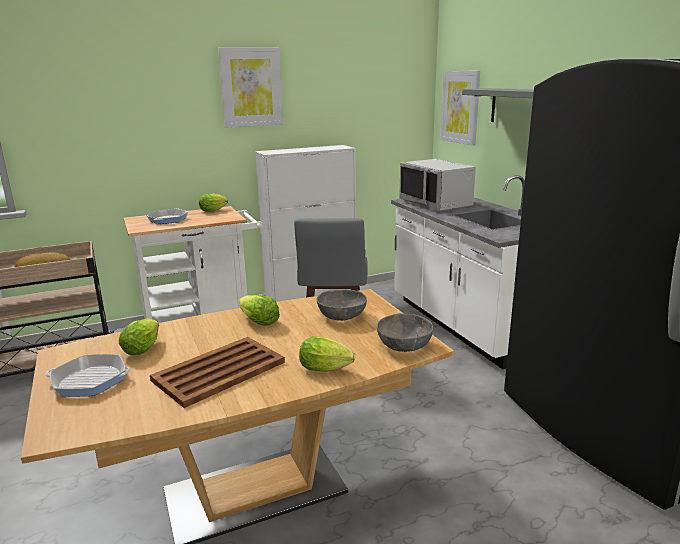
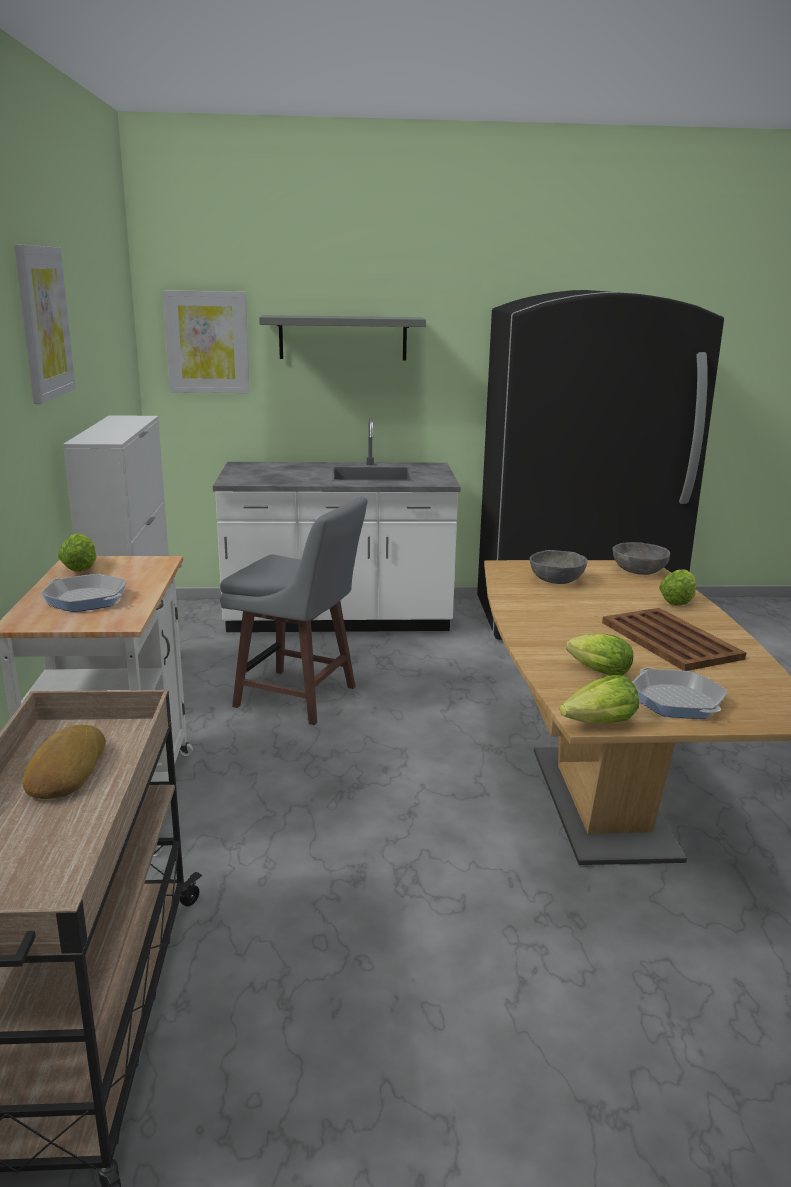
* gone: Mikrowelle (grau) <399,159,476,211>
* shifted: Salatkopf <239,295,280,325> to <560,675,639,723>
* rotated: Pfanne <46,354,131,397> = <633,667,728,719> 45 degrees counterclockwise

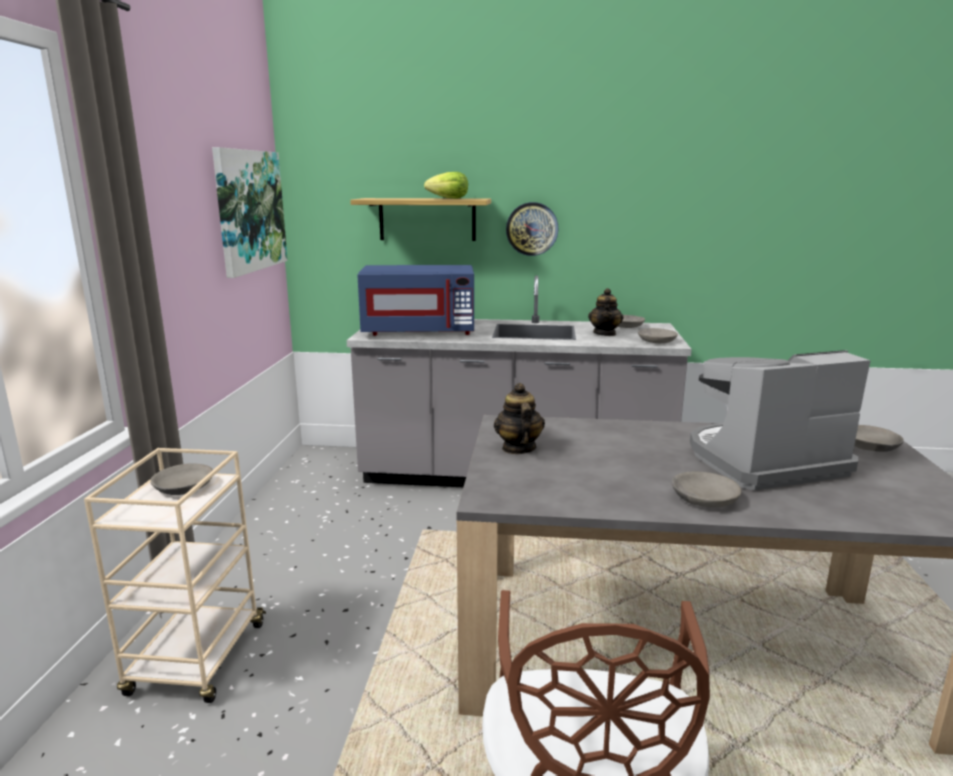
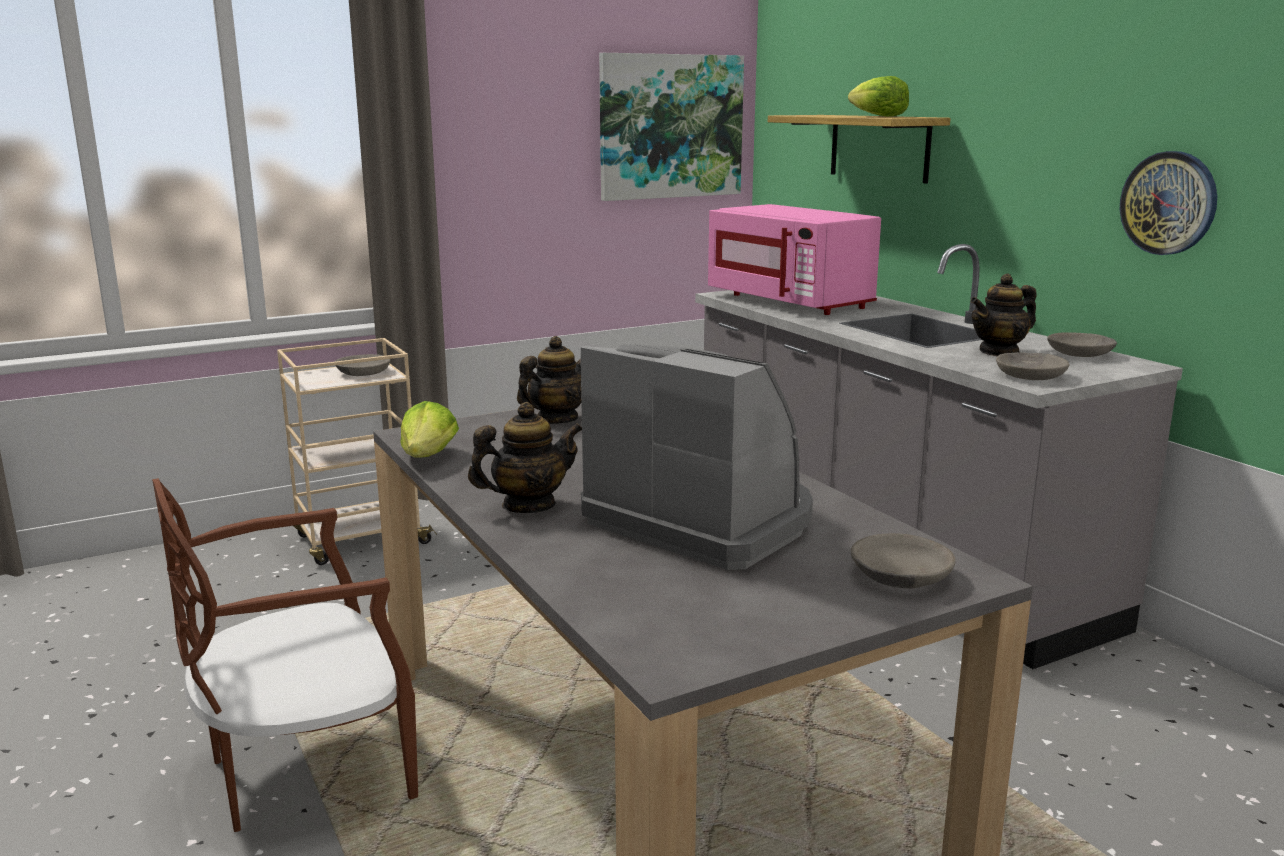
* shifted: Wanduhr <506,202,559,256> to <1120,151,1217,255>
* repainted: Mikrowelle (blau) <357,265,474,336> to Mikrowelle (rosa) <708,204,881,315>
* swapped: Schüssel (grau) <672,471,742,508> to Teekanne <468,402,582,513>
* new: Salatkopf <400,401,459,458>

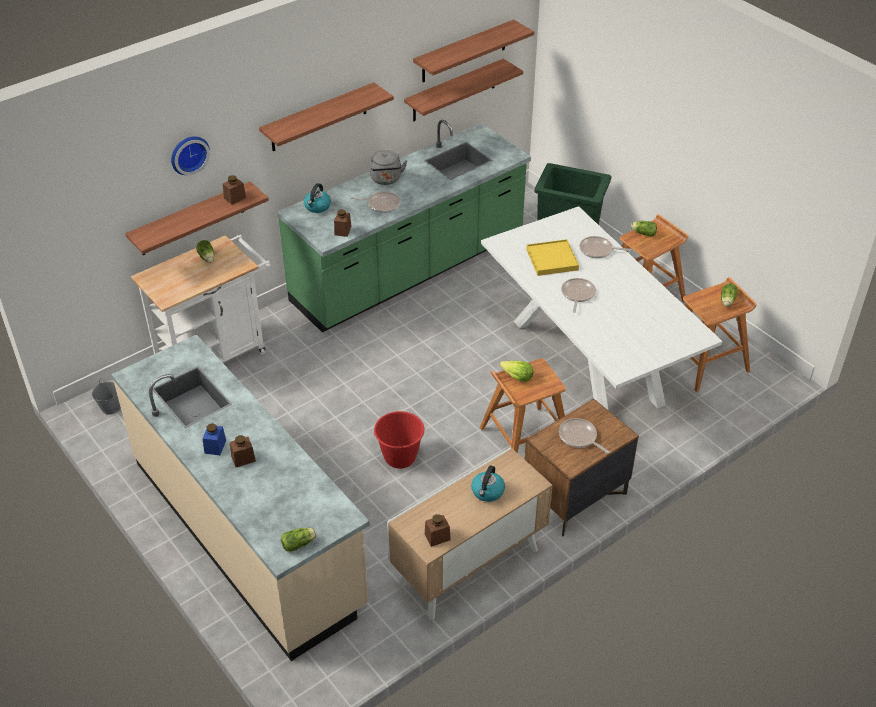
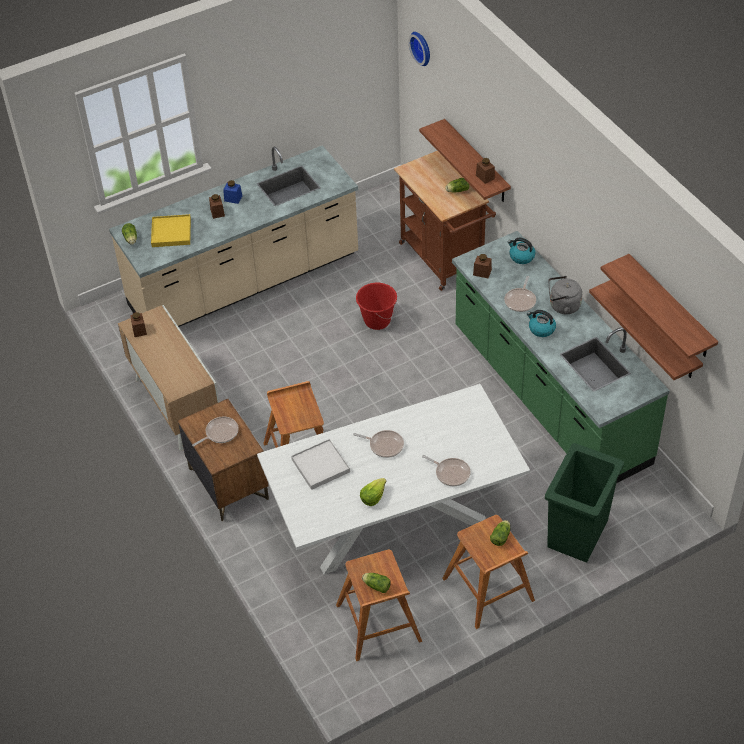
* gone: Wandregal <259,82,394,151>
* shifted: Wanduhr <171,136,210,175> to <409,32,430,66>
* repainted: Rollwagen (weiß) <131,235,271,363> to Rollwagen (braun) <394,151,496,291>
* rotated: Pfanne <580,236,631,258> = <422,455,471,486> 105 degrees clockwise
* shifted: Tablett (gelb) <526,239,579,276> to <151,214,191,247>
* shifted: Salatkopf <499,361,533,382> to <360,478,386,506>
* gone: Eimer (grau) <92,378,121,414>
* shifted: Eimer (rot) <373,411,425,469> to <356,283,397,330>
* shifted: Wasserkessel <471,465,505,502> to <527,310,556,337>
* new: Tablett (weiß) <291,439,350,490>

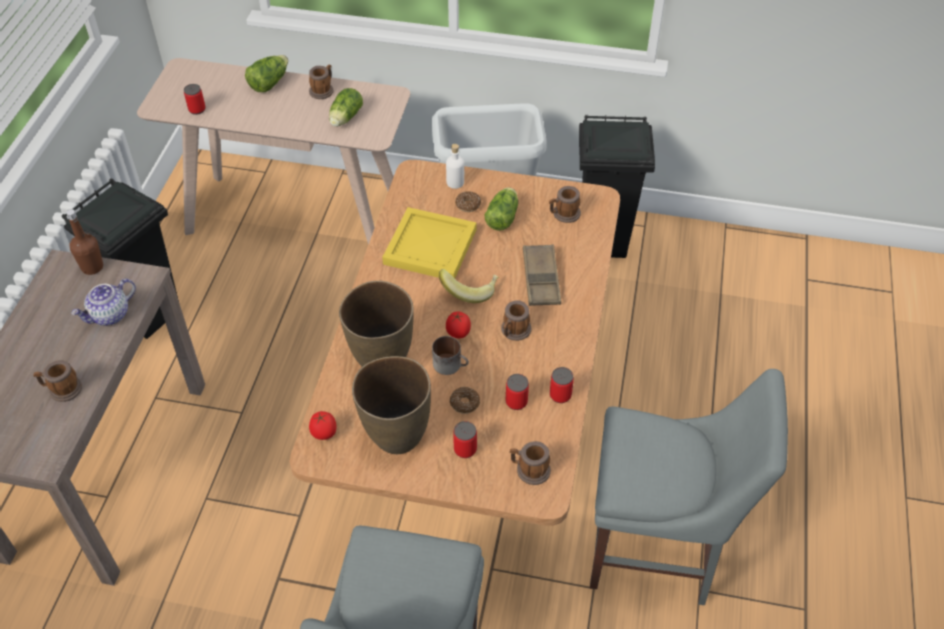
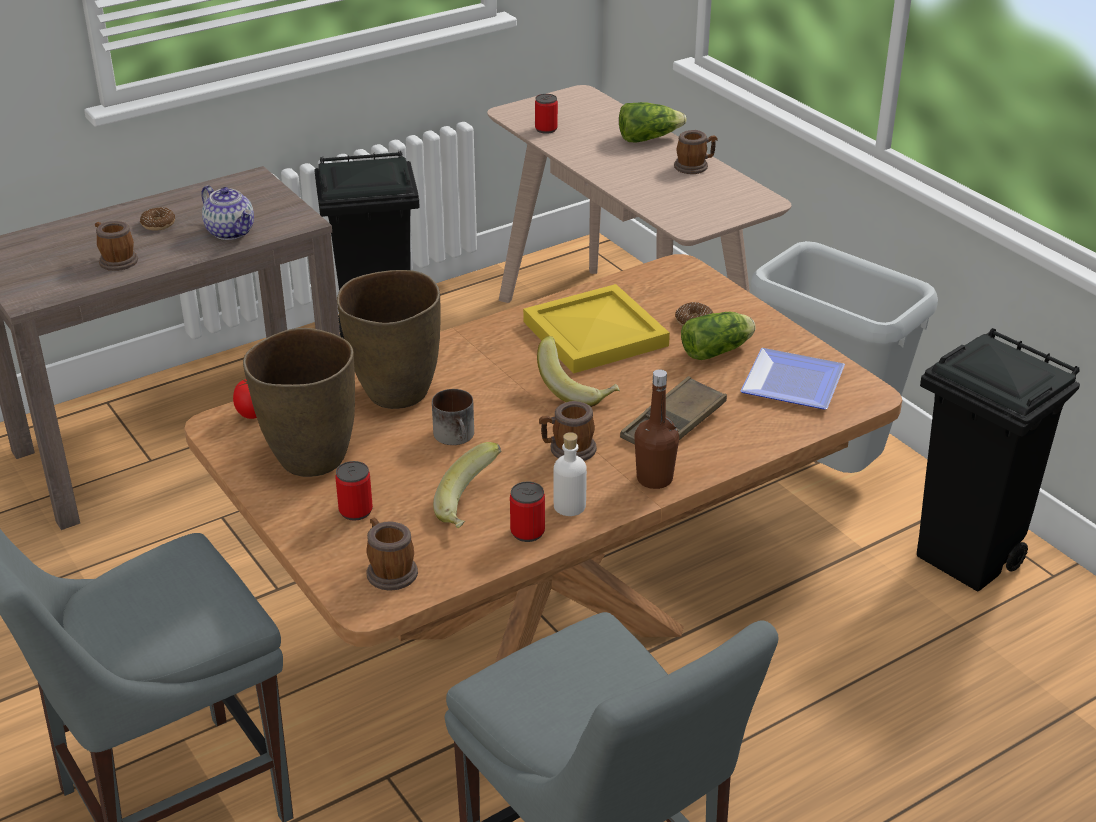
* gone: Salatkopf <329,88,363,126>
* shifted: Flasche (weiß) <446,144,464,189> to <553,432,587,516>
* swapped: Henkelbecher <549,186,581,223> to Teller <741,348,845,410>
* shifted: Flasche (braun) <66,209,103,275> to <634,369,679,489>
* rotated: Teekanne <71,279,136,325> = <201,185,254,240> 135 degrees counterclockwise
* gone: Tomate <446,312,471,338>
* swapped: Dose <506,374,529,410> to Banane <433,442,501,528>
* shifted: Donut <450,387,480,414> to <140,207,175,231>

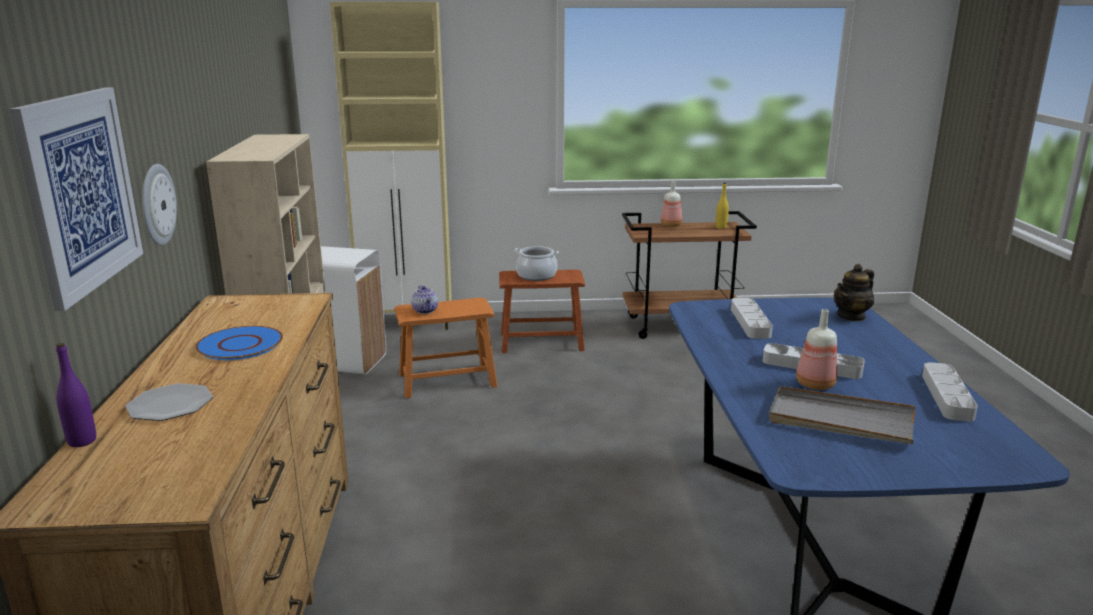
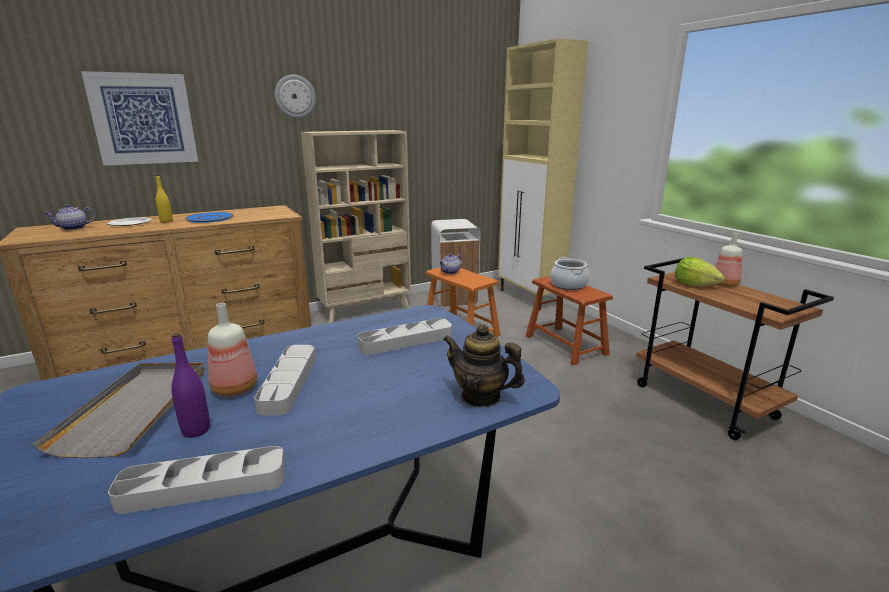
* shifted: Wanduhr <142,164,177,246> to <275,75,316,118>
* shifted: Flasche (gelb) <716,183,729,229> to <155,175,173,223>
* shifted: Flasche (lila) <56,343,96,447> to <171,333,210,438>
* new: Teekanne <45,204,96,230>
* new: Salatkopf <675,257,725,287>

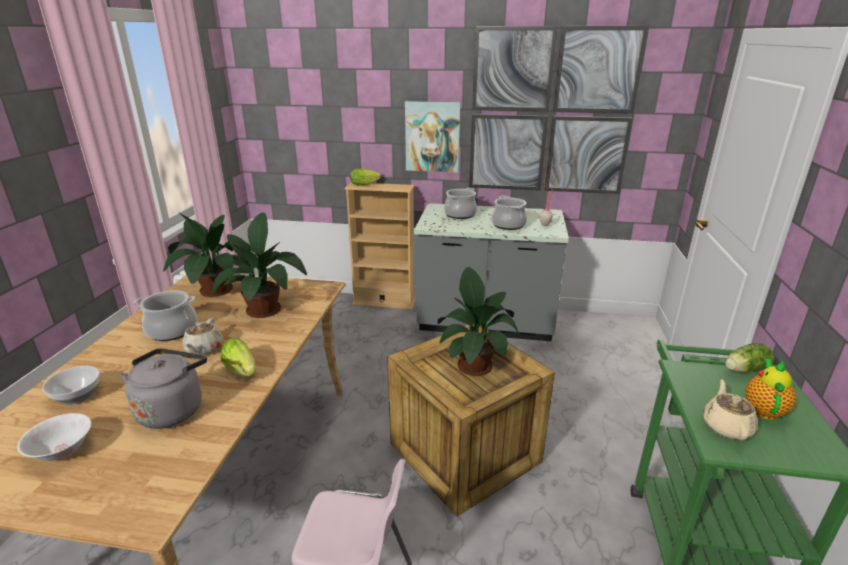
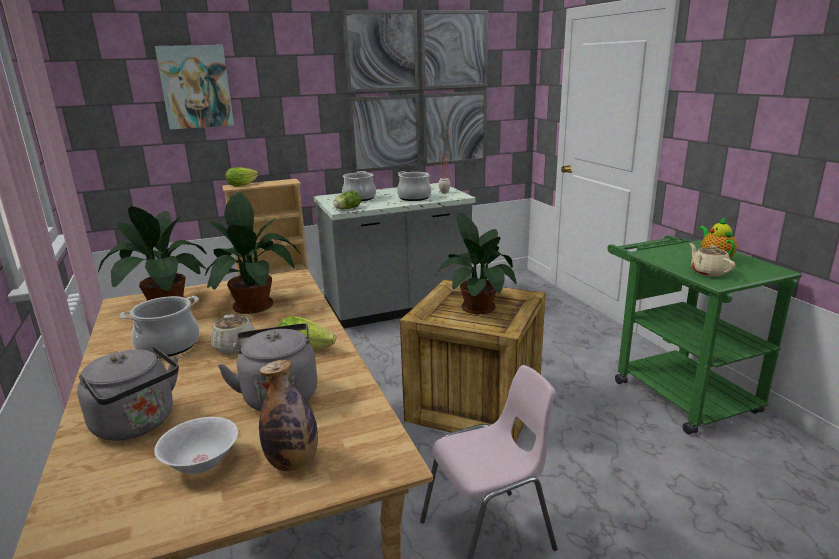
* shifted: Bild <405,101,461,173> to <155,45,234,130>
* shifted: Salatkopf <725,343,774,372> to <333,191,361,209>
* swapped: Schüssel <42,366,100,405> to Wasserkessel (grau) <77,346,179,441>
* new: Flasche <259,360,318,471>

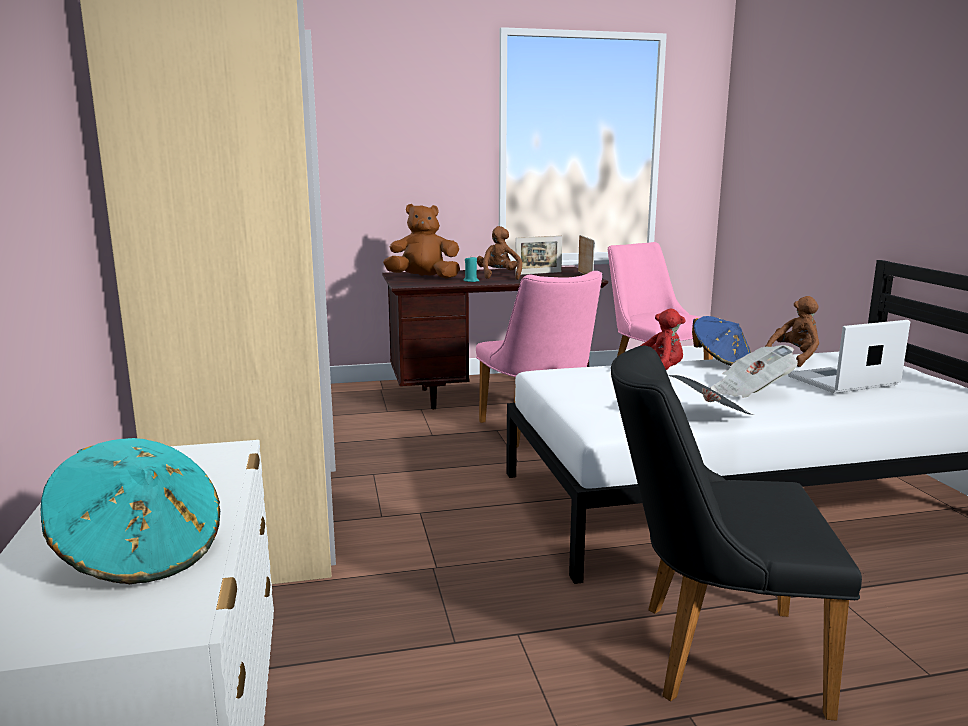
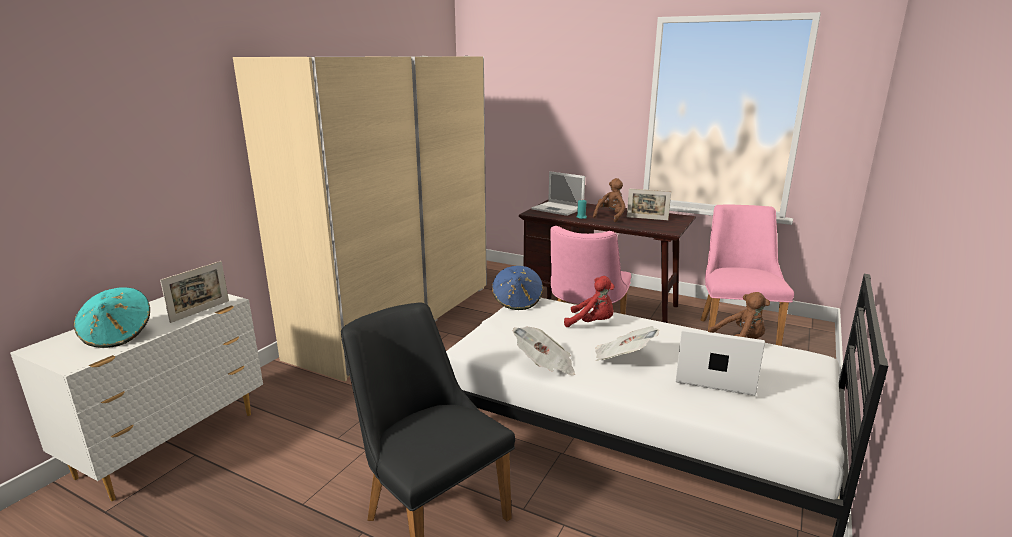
* swapped: Plüschtier (braun) <383,204,460,279> to Laptop <531,171,585,216>
* shifted: Bilderrahmen <578,235,595,275> to <160,261,229,323>
* shifted: Hut (blau) <692,316,751,366> to <492,266,543,310>

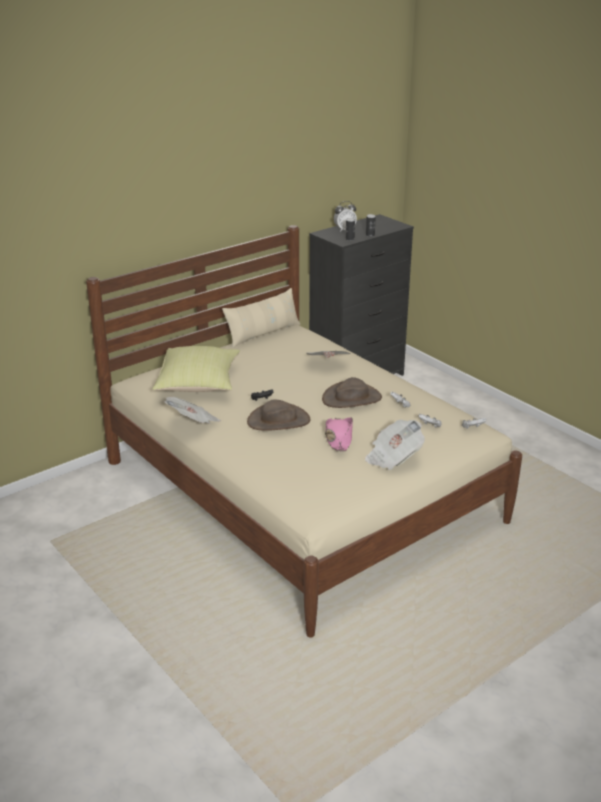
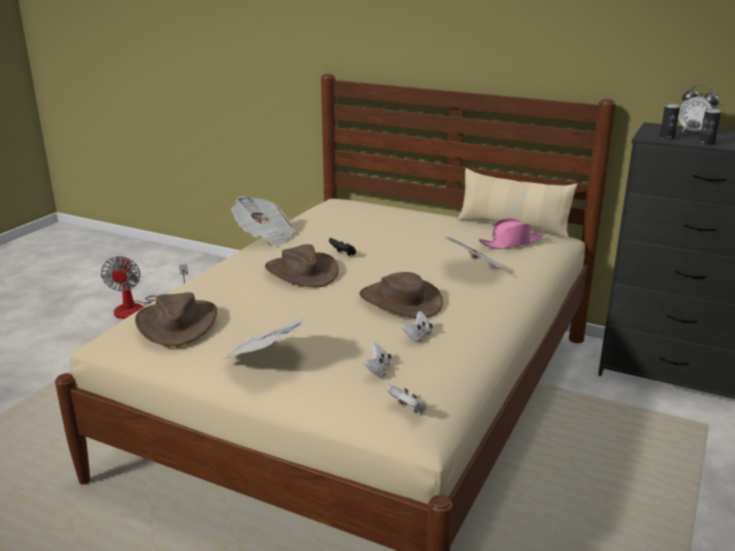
* gone: Kissen (gelb) <152,346,240,392>
* shifted: Hut (rosa) <325,417,353,452> to <479,218,545,249>
* new: Ventilator <101,256,188,319>
* new: Hut (braun) <135,292,217,346>

